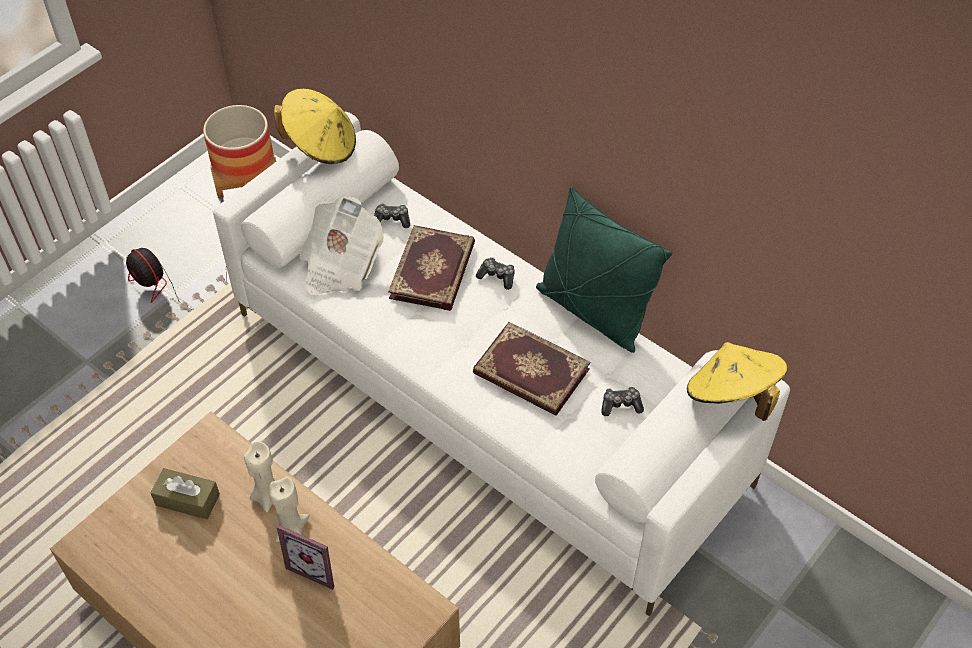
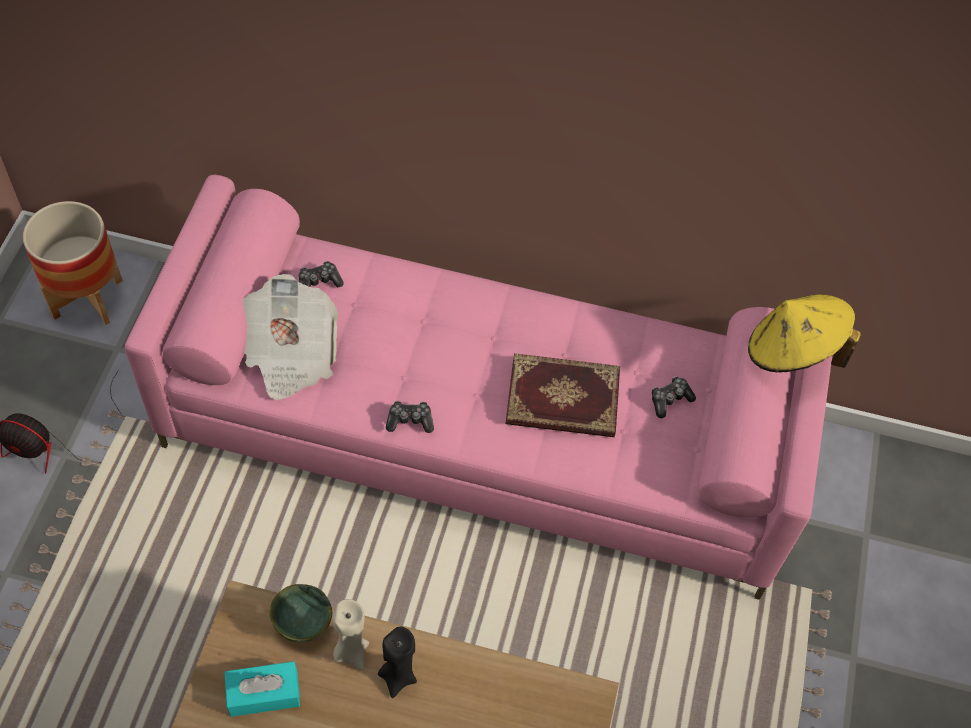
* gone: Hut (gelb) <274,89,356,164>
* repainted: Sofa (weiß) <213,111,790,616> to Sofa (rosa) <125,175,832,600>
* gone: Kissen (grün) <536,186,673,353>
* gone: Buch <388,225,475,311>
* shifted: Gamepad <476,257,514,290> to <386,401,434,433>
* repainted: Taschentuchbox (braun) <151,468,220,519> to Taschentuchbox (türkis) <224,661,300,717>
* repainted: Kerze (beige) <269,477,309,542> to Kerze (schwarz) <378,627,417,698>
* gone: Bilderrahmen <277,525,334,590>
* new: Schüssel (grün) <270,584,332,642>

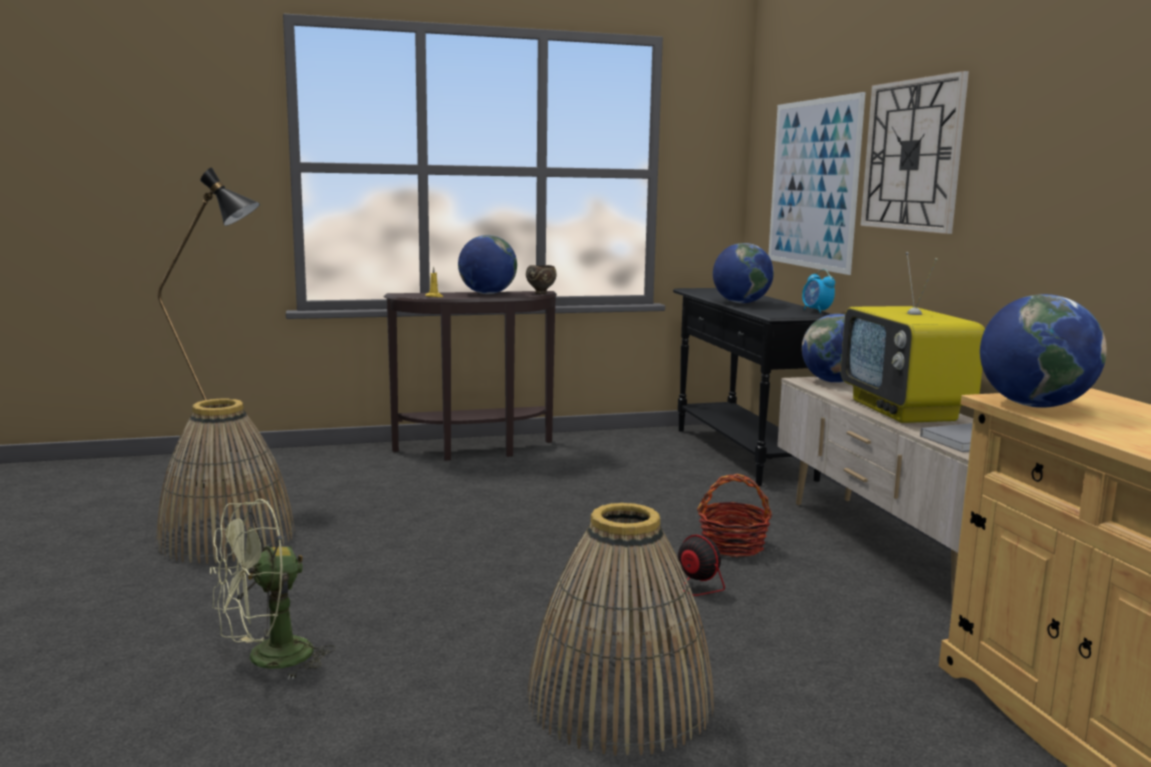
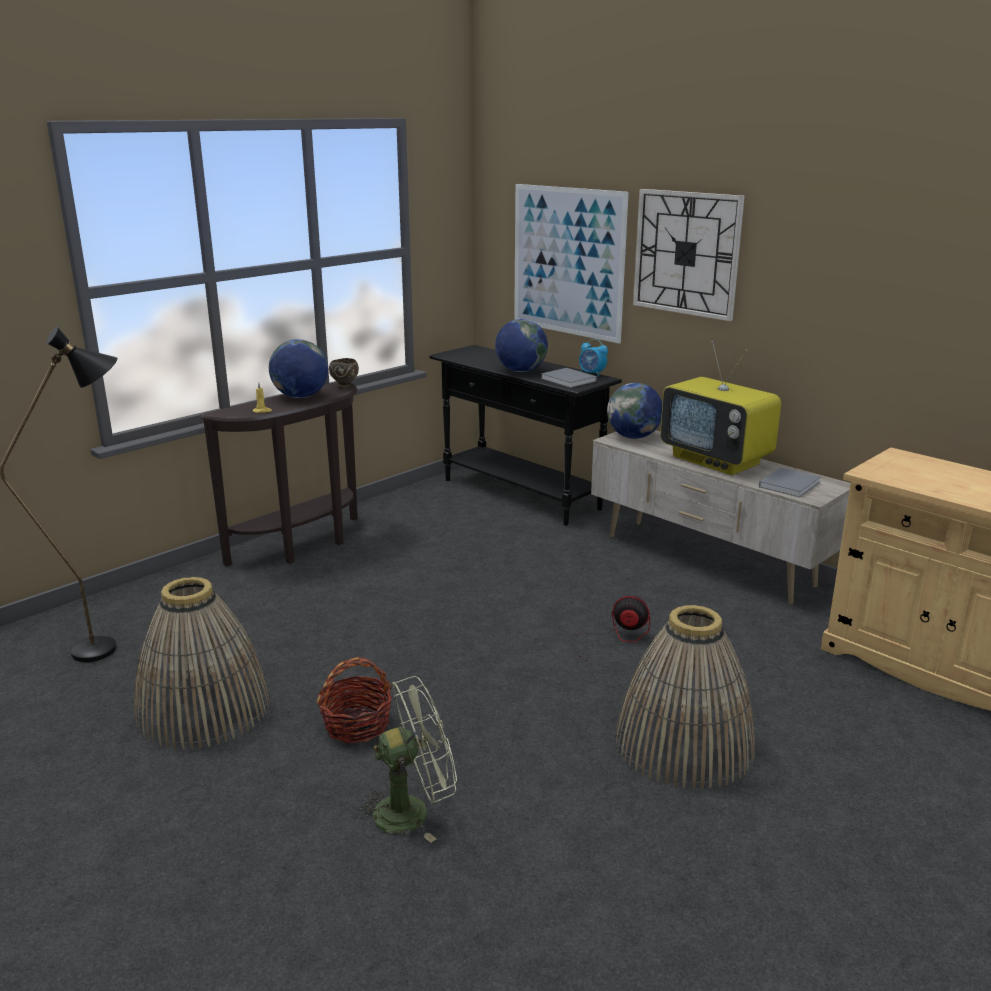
* gone: Globus <980,294,1107,408>
* shifted: Korb <697,474,772,557> to <317,657,392,743>
* rotated: Ventilator (grün) <210,499,335,680> = <354,676,457,843> 135 degrees counterclockwise
* new: Buch (grau) <541,368,597,388>

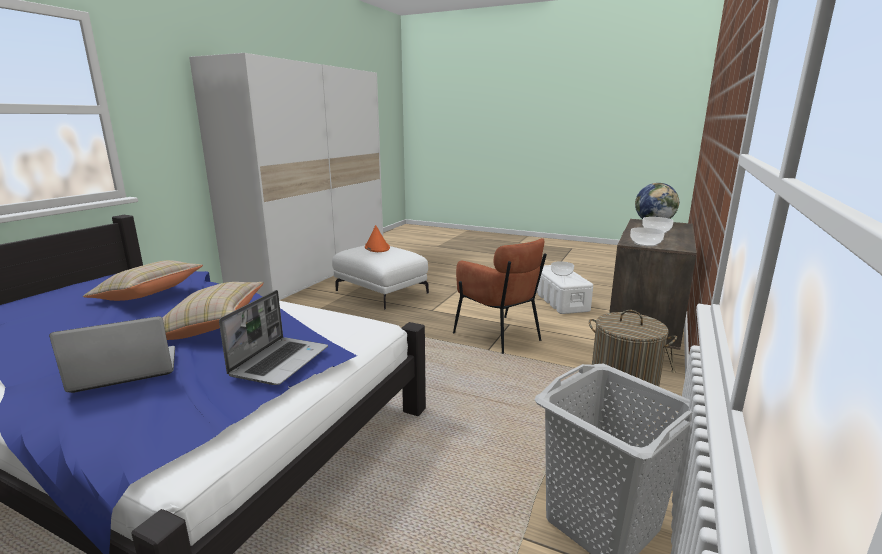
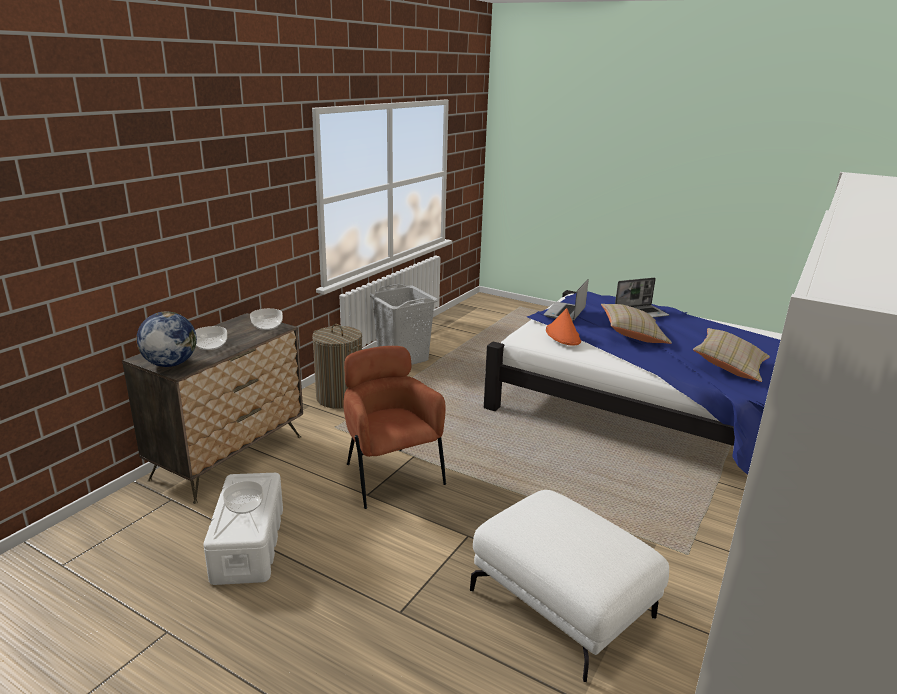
* shifted: Hut (orange) <365,225,390,252> to <546,308,581,346>

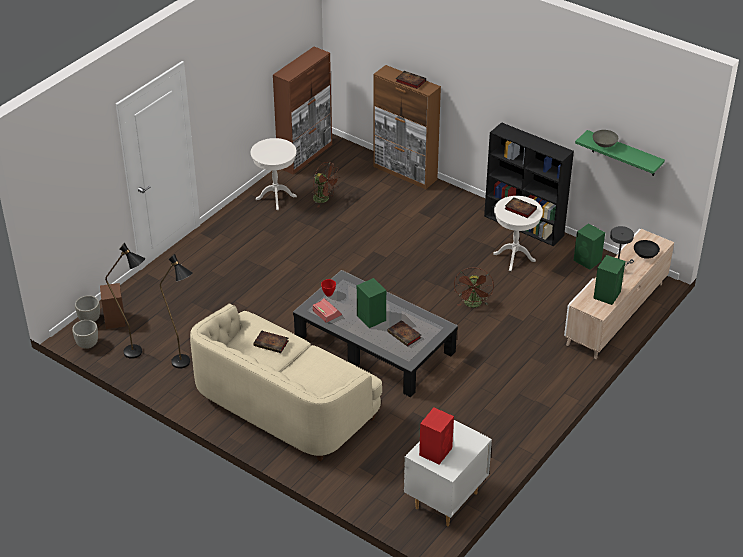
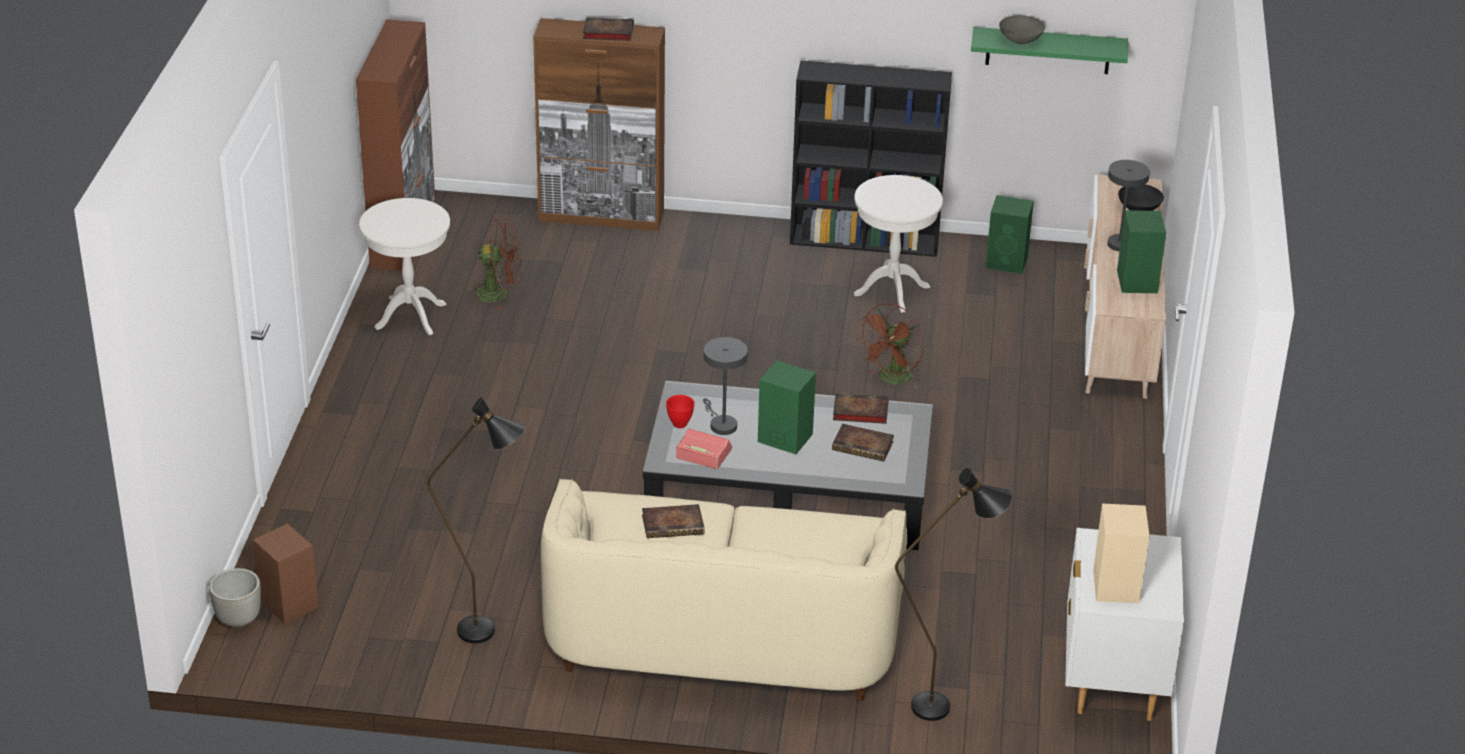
* shifted: Buch <505,197,537,218> to <833,393,889,424>
* shifted: Stehlampe (schwarz) <105,243,145,359> to <895,468,1012,721>
* rotated: Ventilator (braun) <454,268,494,308> = <856,303,924,388> 60 degrees clockwise
* gone: Pflanzkübel (grau) <72,320,98,349>
* repainted: Lautsprecher (rot) <419,408,454,464> to Lautsprecher (beige) <1093,504,1150,603>
* new: Tischlampe (grau) <703,337,748,435>

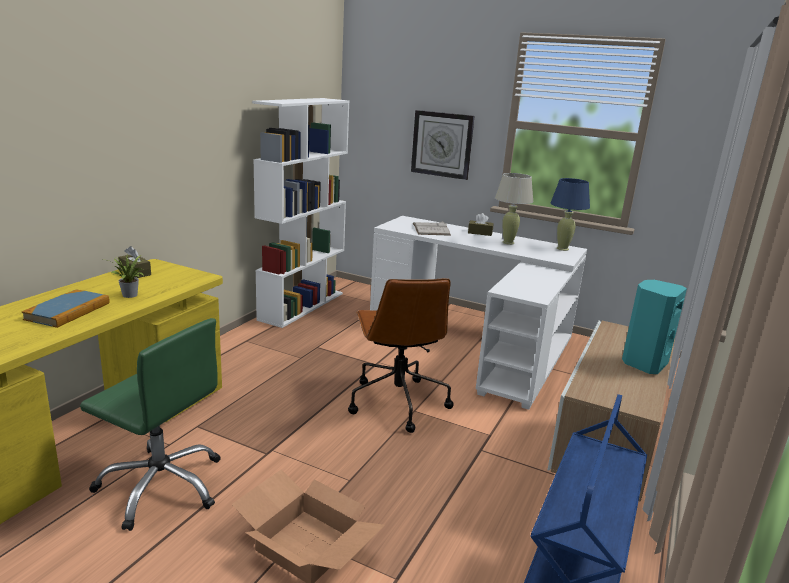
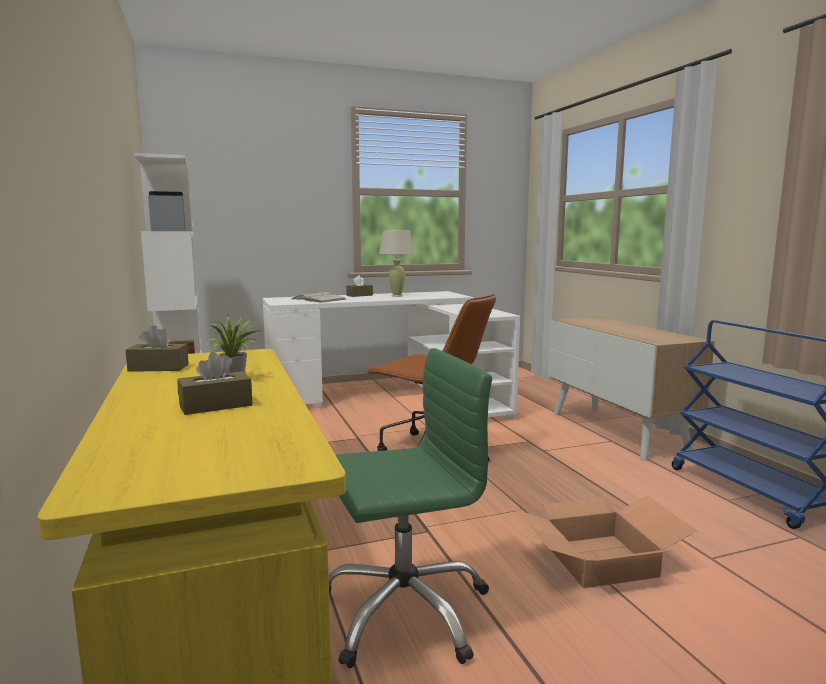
* gone: Wanduhr <411,110,475,180>
* gone: Tischlampe (blau) <550,178,590,251>
* gone: Lautsprecher (türkis) <622,280,687,374>
* swapped: Buch <22,289,110,328> to Taschentuchbox (braun) <177,352,253,415>

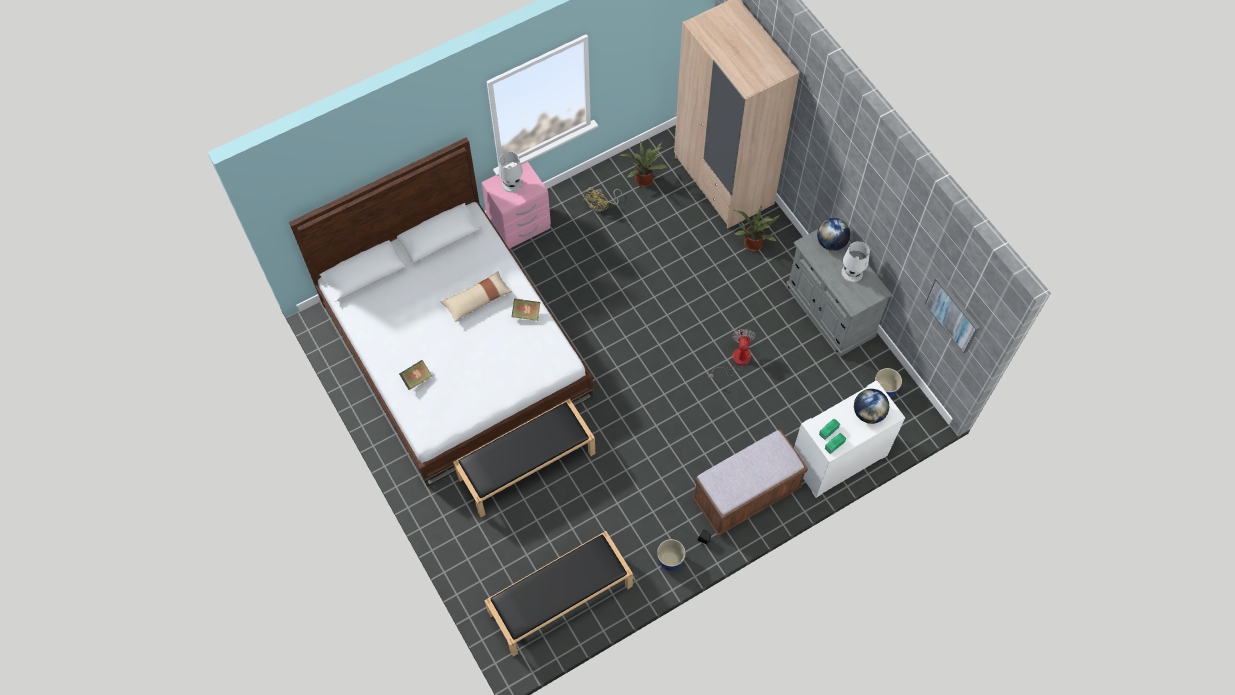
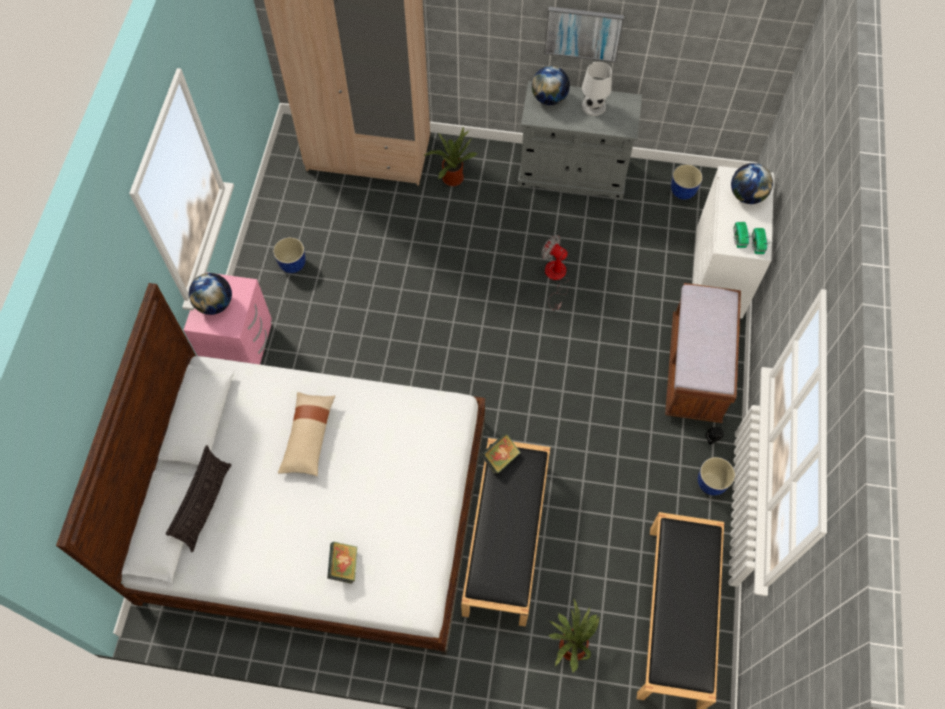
* shifted: Topfpflanze <619,141,668,187> to <548,598,599,672>
* swapped: Tischlampe (weiß) <498,152,523,192> to Globus <189,273,232,315>
* swapped: Ventilator (gelb) <583,187,622,213> to Pflanzkübel <273,237,306,273>
* shifted: Bild <925,277,980,353> to <544,7,624,63>
* shifted: Buch <512,298,540,321> to <481,434,521,474>
* new: Kissen <166,445,231,552>

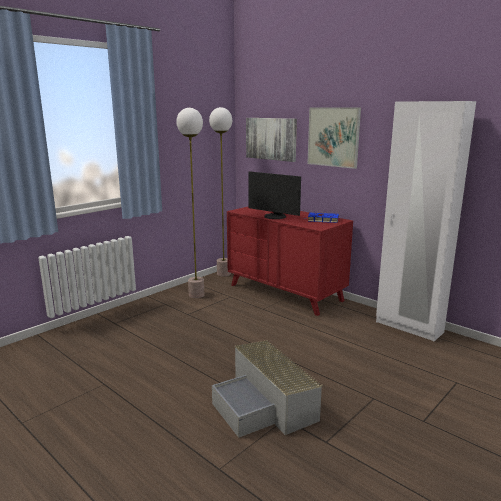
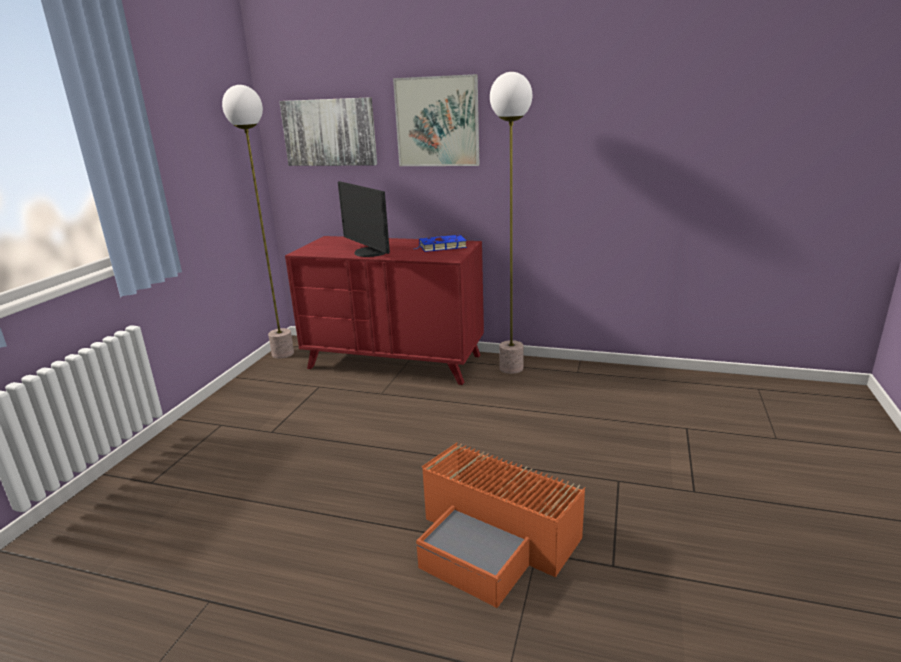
* gone: Kleiderschrank (weiß) <376,101,476,341>
* shifted: Stehlampe <176,108,204,298> to <490,72,532,374>
* rotated: Monitor <248,171,301,219> = <338,181,390,257> 45 degrees clockwise
* repainted: Aufbewahrungsbox (grau) <212,340,322,438> to Aufbewahrungsbox (orange) <416,442,585,608>

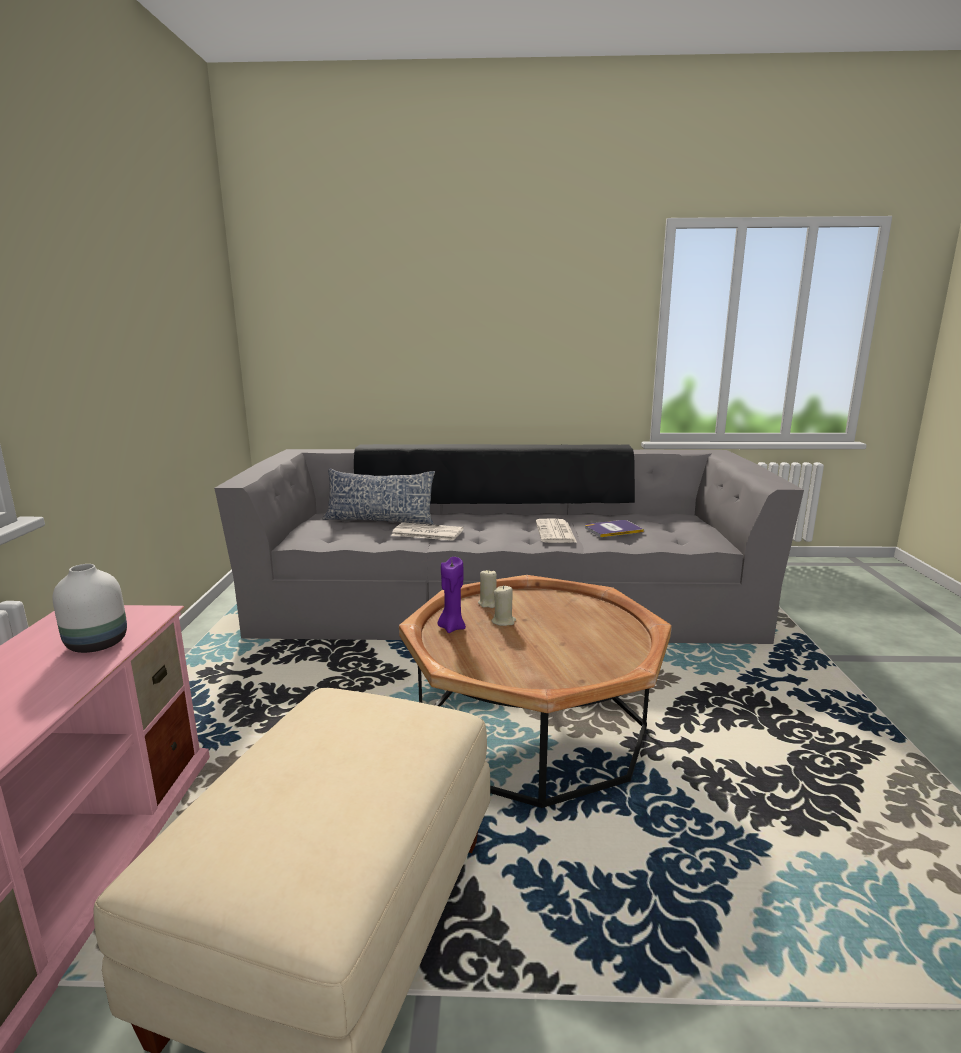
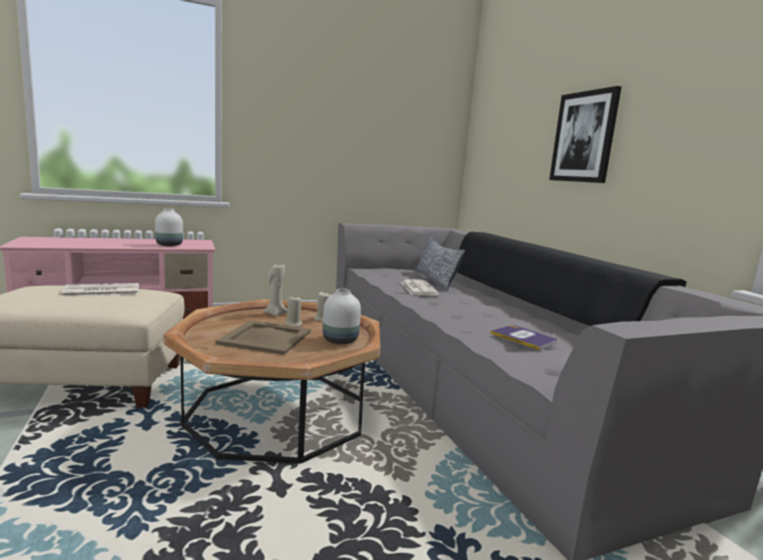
* shifted: Zeitung <536,518,577,543> to <61,283,139,297>
* repainted: Kerze (lila) <437,557,466,633> to Kerze (beige) <263,264,287,316>
* new: Bild <549,86,621,183>
* new: Vase (weiß) <323,289,361,344>
* new: Tablett (beige) <216,320,311,355>

